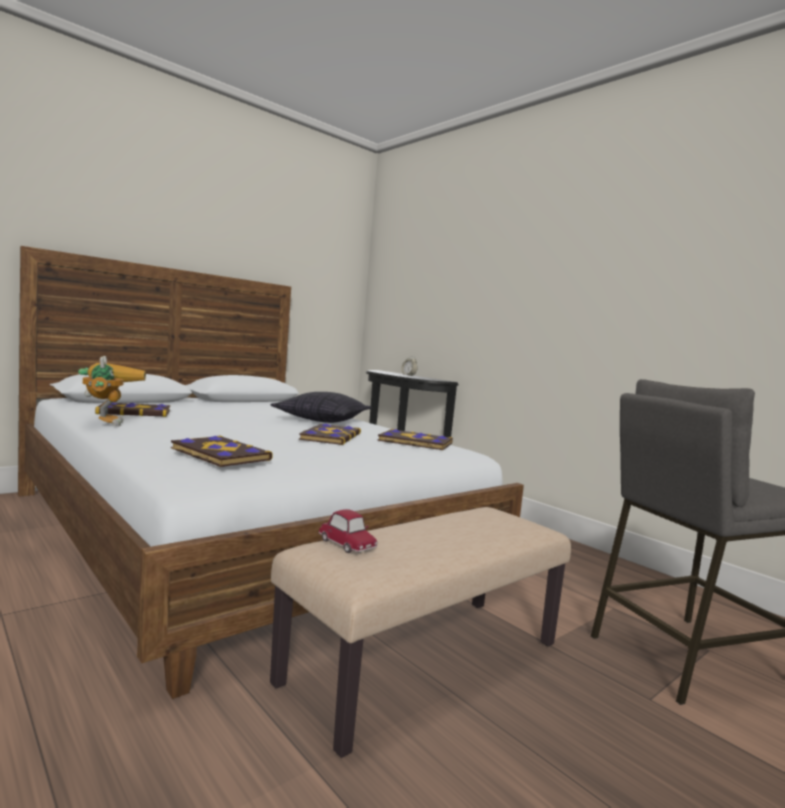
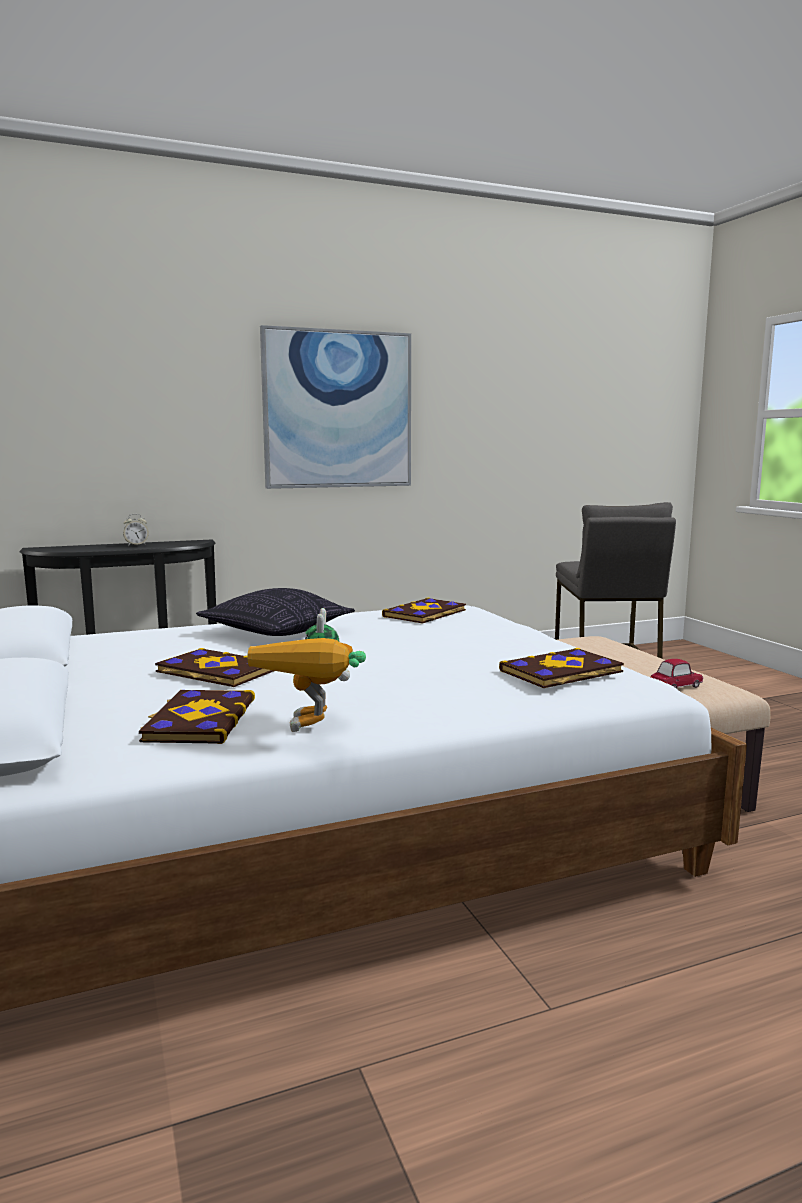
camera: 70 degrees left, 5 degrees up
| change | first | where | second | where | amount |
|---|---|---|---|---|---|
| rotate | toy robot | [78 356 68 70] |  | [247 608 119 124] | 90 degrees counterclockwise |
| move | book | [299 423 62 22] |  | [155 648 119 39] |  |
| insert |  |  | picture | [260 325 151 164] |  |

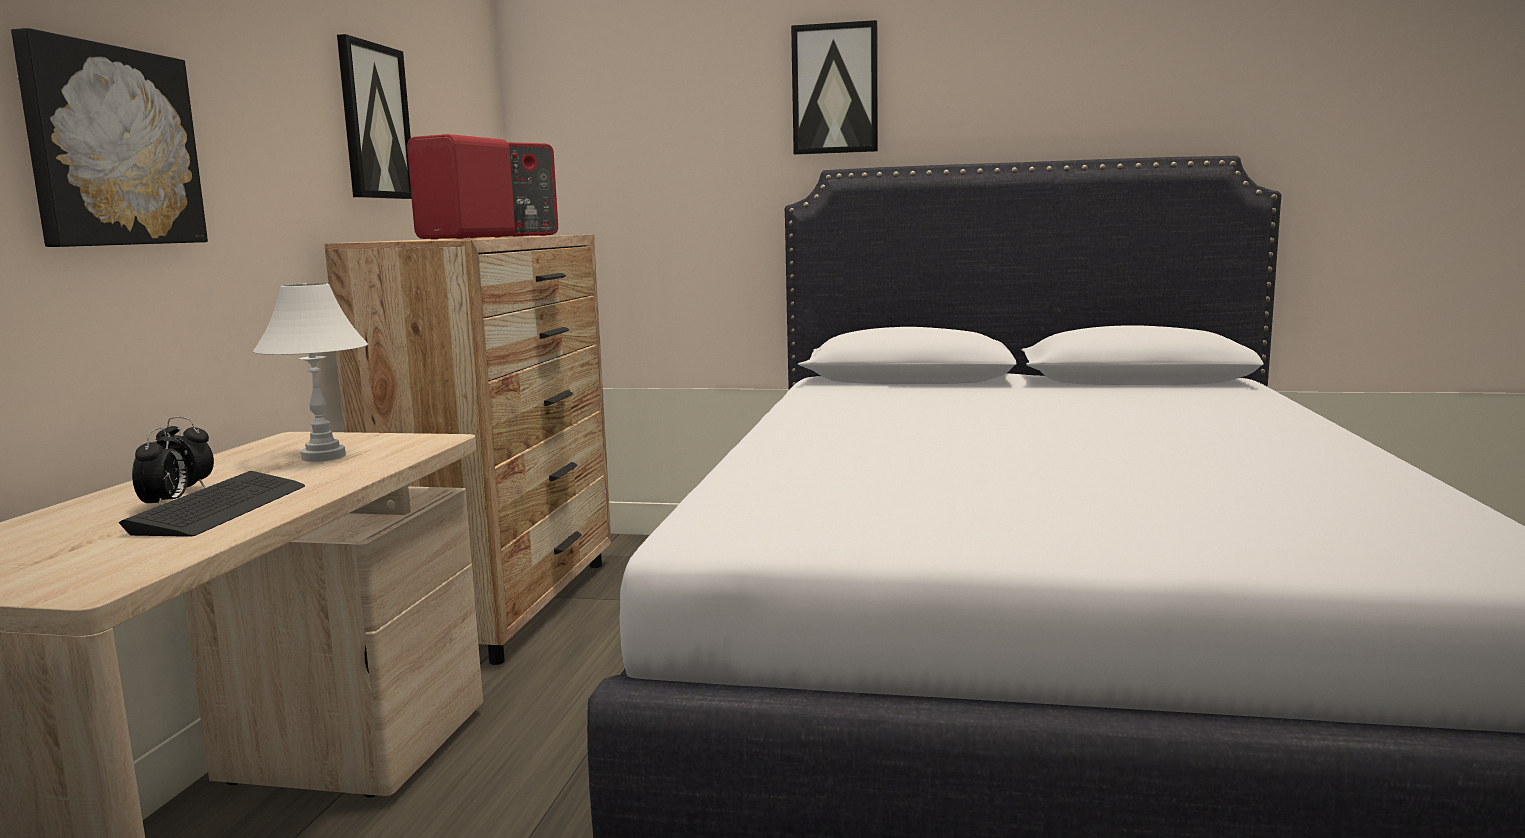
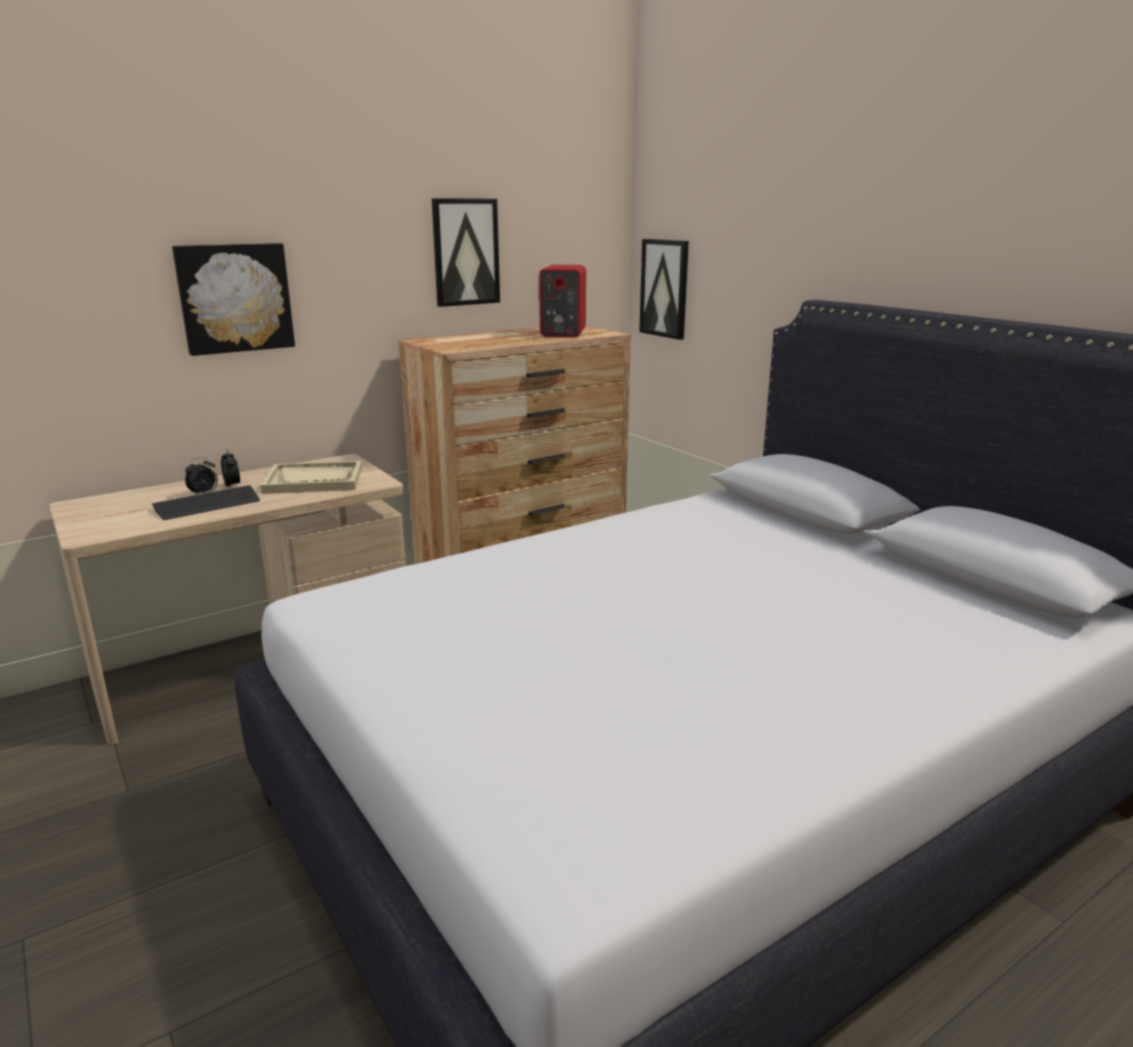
camera: 45 degrees right, 10 degrees up
| change | first | where | second | where | amount |
|---|---|---|---|---|---|
| replace | white table lamp | [253 283 115 179] | beige tray | [261 461 101 33] |  |
| delete | red speaker | [407 134 108 105] |  |  |  |
| move | picture | [791 20 87 135] |  | [639 239 50 101] |  |

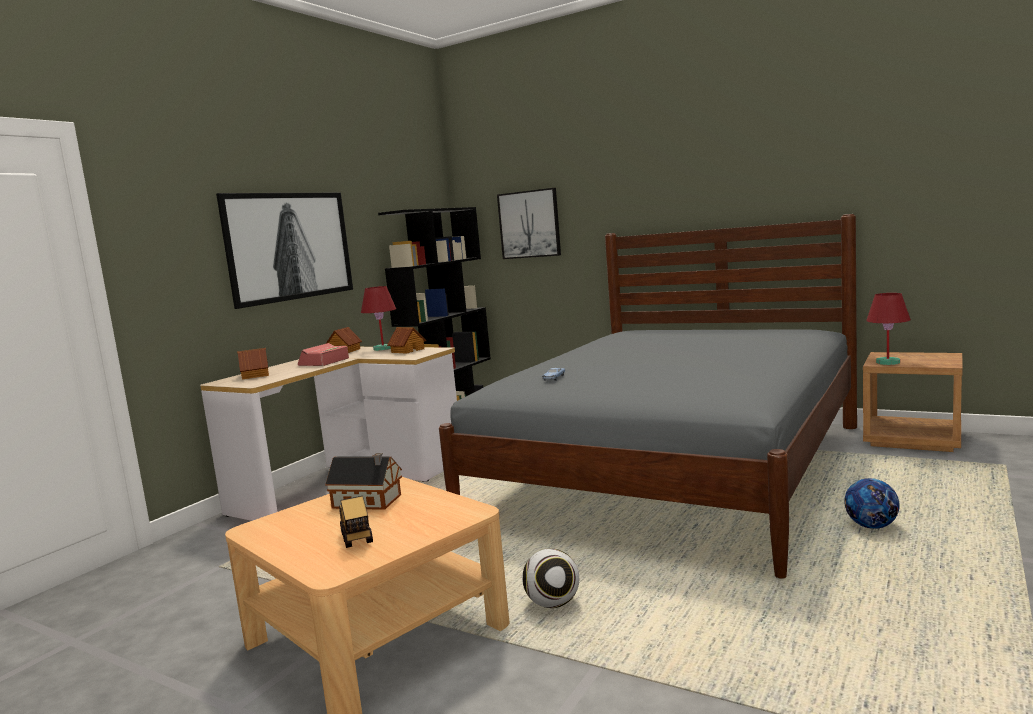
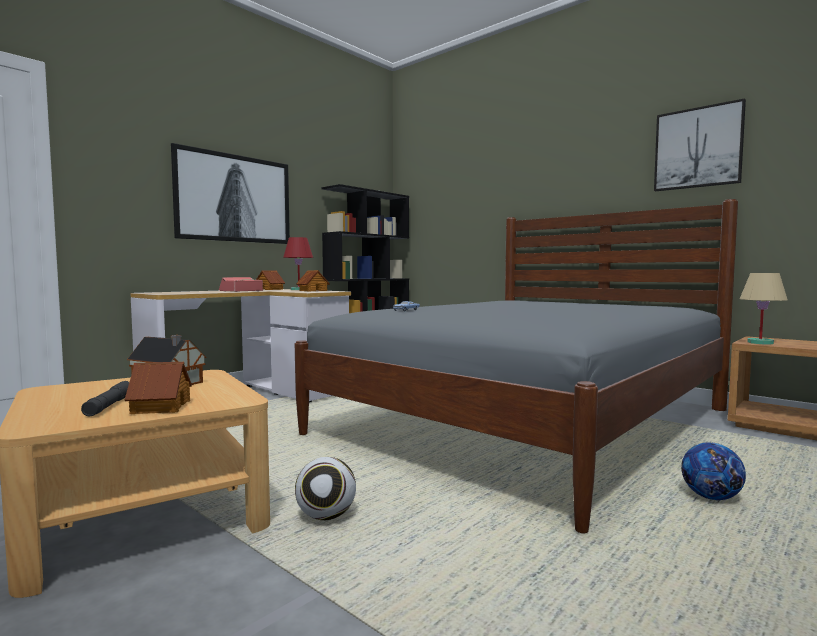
camera: 10 degrees right, 5 degrees down
| change | first | where | second | where | amount |
|---|---|---|---|---|---|
| move | toy house | [237 348 32 31] |  | [125 362 67 52] |  |
| replace | toy truck | [339 496 34 52] | grey flashlight | [81 381 48 35] |  |
| move | picture | [497 188 64 71] |  | [654 98 92 93] |  |
| recolor | red table lamp | [866 293 45 72] | beige table lamp | [740 273 48 72] |  |

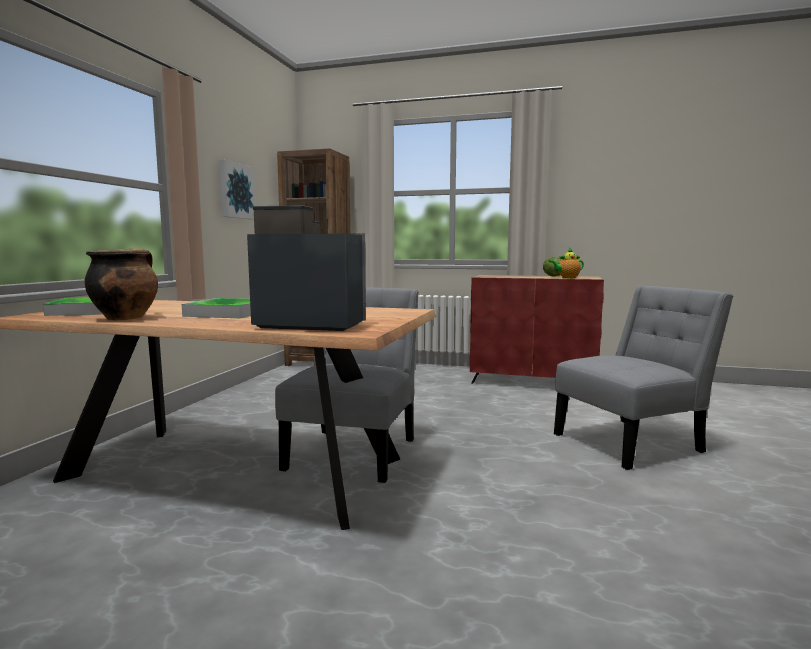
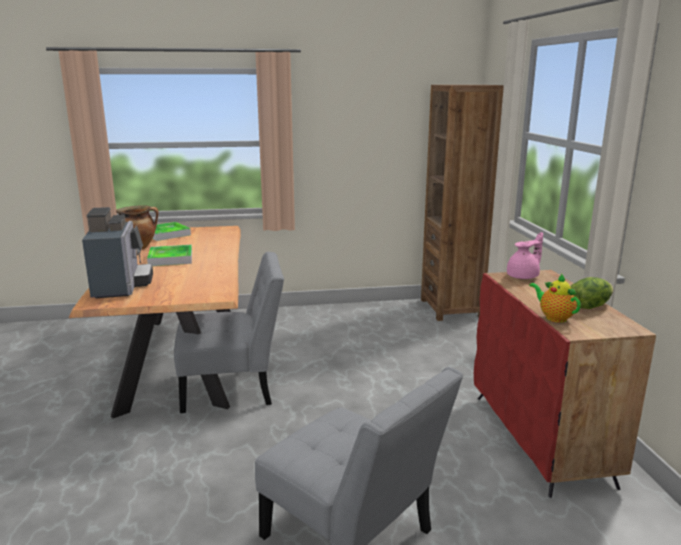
camera: 65 degrees right, 10 degrees up
| change | first | where | second | where | amount |
|---|---|---|---|---|---|
| delete | picture | [219 159 37 61] |  |  |  |
| insert |  |  | pink teapot | [507 232 36 47] |  |

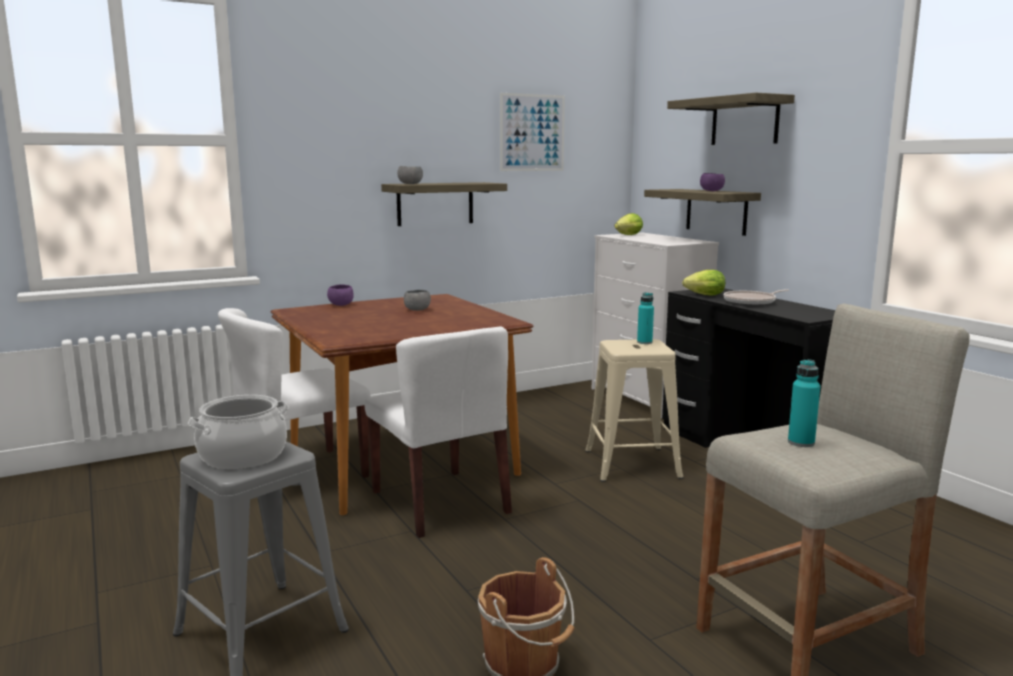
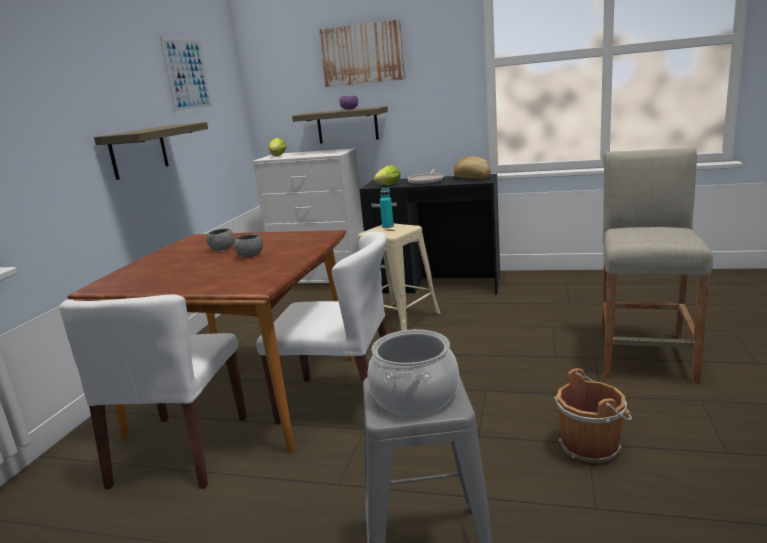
camera: 45 degrees left, 5 degrees up
| change | first | where | second | where | amount |
|---|---|---|---|---|---|
| delete | purple bowl | [327 284 27 22] |  |  |  |
| move | grey bowl | [397 166 26 18] |  | [234 234 29 23] |  |
| replace | shelf | [667 93 128 52] | picture | [319 19 86 68] |  |
| delete | turquoise bottle | [788 359 32 88] |  |  |  |
| insert |  |  | bread | [454 156 37 23] |  |

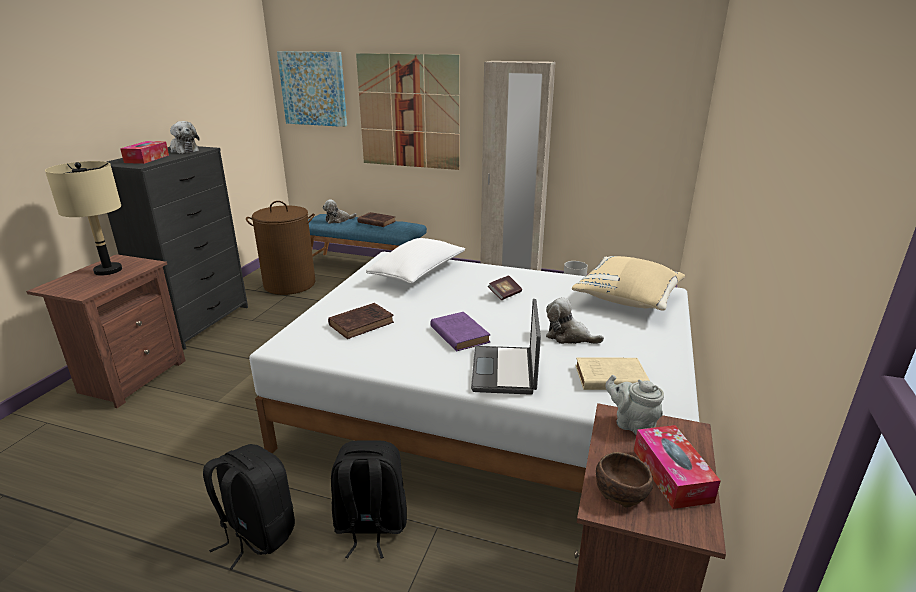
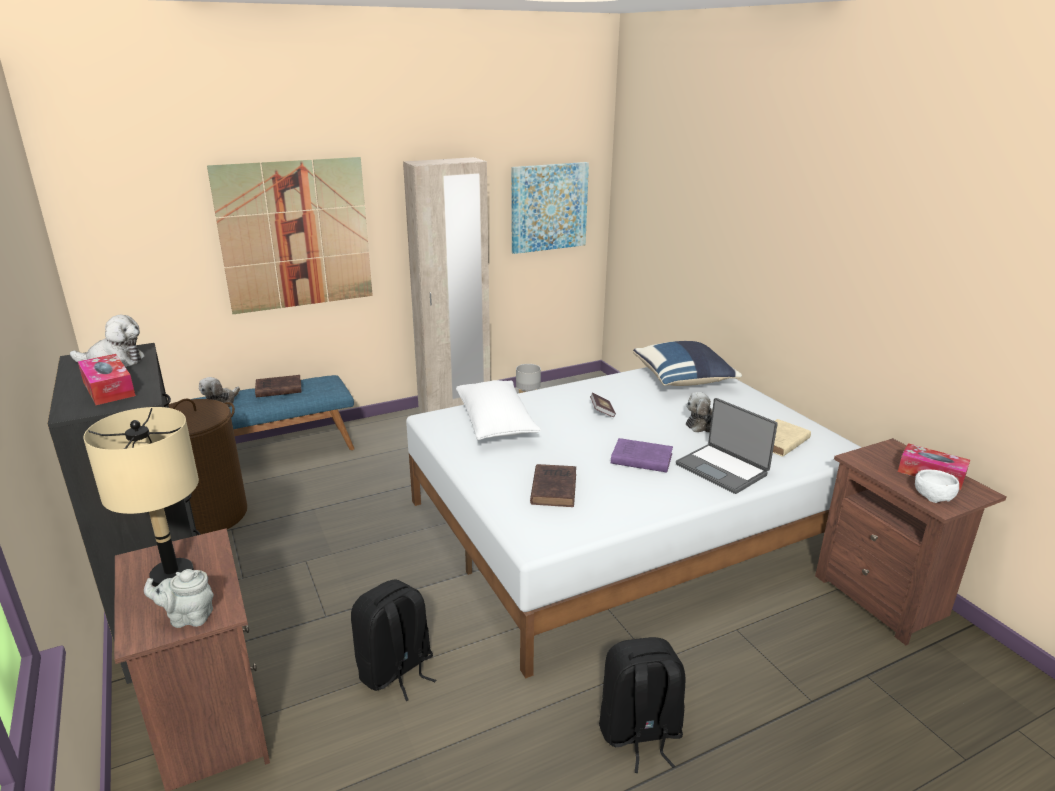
camera: 45 degrees left, 0 degrees up
| change | first | where | second | where | amount |
|---|---|---|---|---|---|
| move | picture | [277 51 70 76] |  | [511 162 78 92] |  |
| move | black backpack | [331 440 76 118] |  | [351 580 85 121] |  |
| recolor | beige pillow | [572 256 113 55] | blue pillow | [633 341 109 45] |  |
| recolor | brown bowl | [596 452 57 55] | white bowl | [915 470 44 33] |  |
| move | grey teapot | [605 375 59 59] |  | [144 569 70 59] |  |

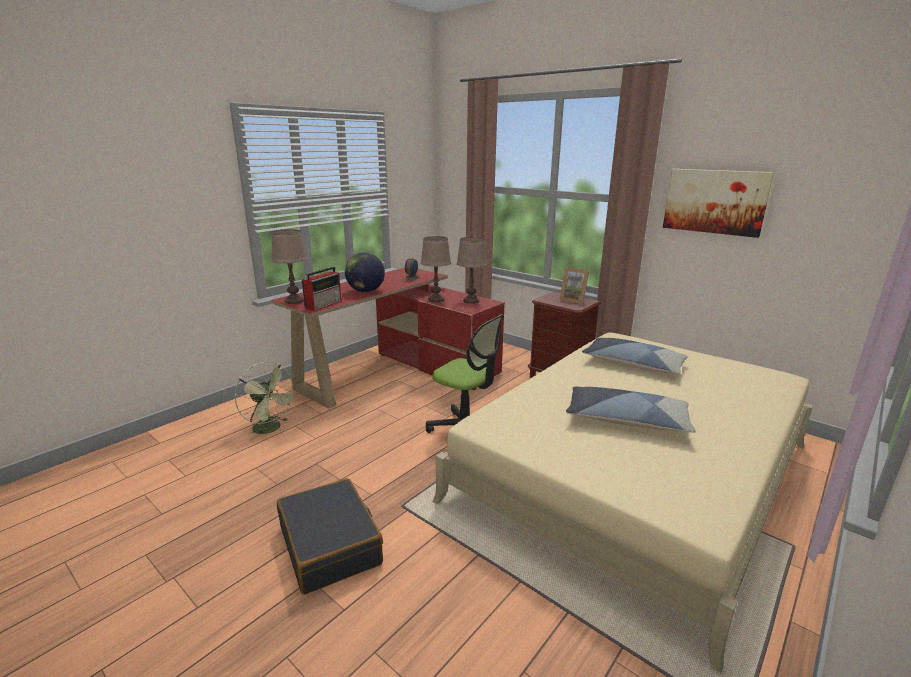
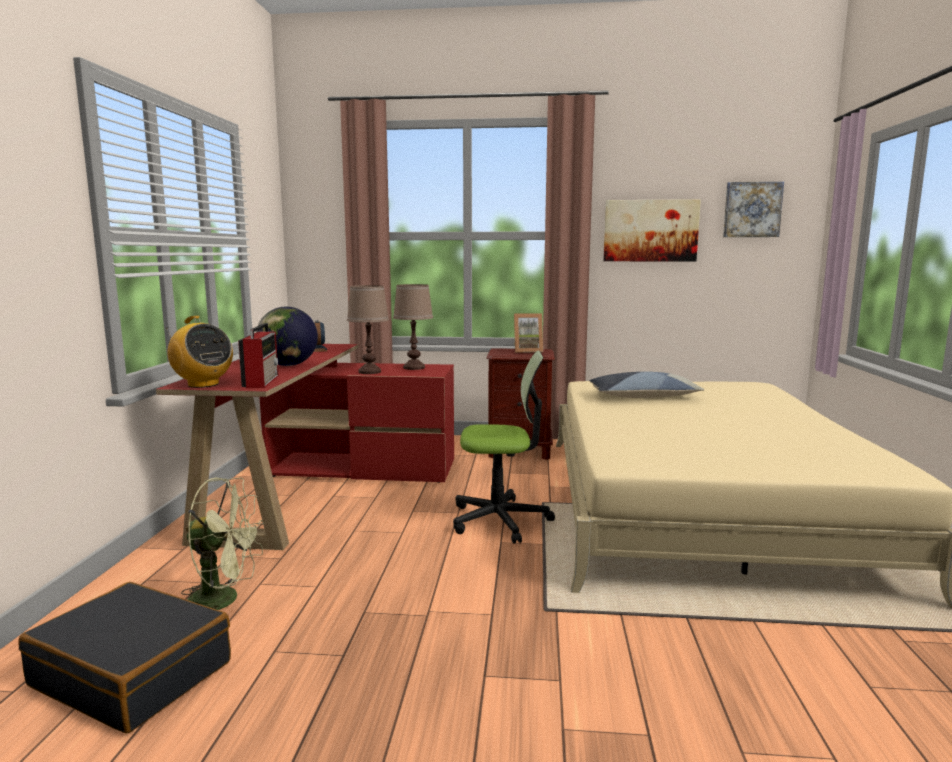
camera: 35 degrees left, 10 degrees down
| change | first | where | second | where | amount |
|---|---|---|---|---|---|
| replace | brown table lamp | [271 229 36 75] | radio | [166 316 67 72] |  |
| move | black suitcase | [277 478 106 117] |  | [18 582 213 151] |  |
| delete | pillow | [566 387 130 46] |  |  |  |
| insert |  |  | picture | [723 182 61 55] |  |

